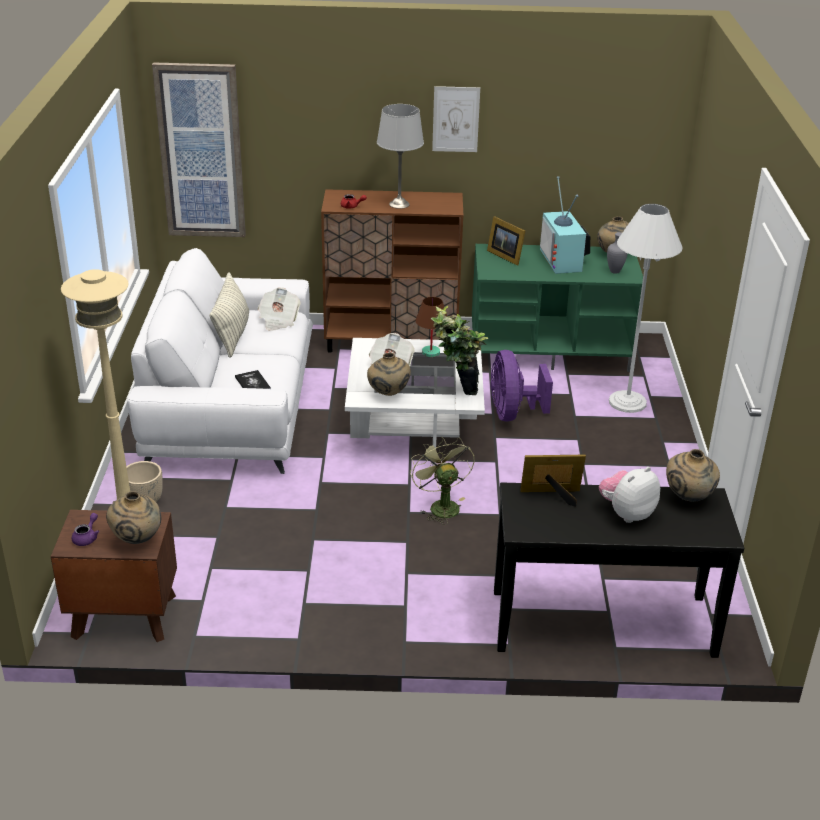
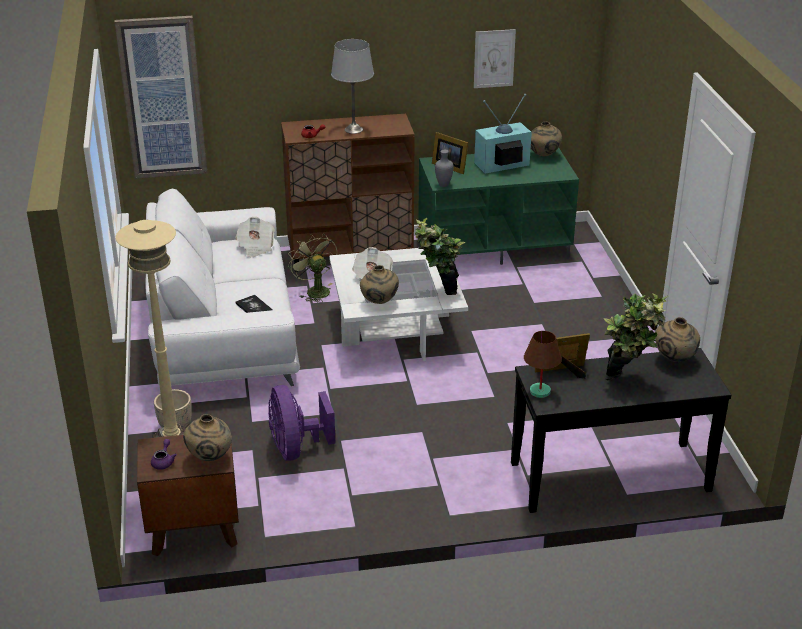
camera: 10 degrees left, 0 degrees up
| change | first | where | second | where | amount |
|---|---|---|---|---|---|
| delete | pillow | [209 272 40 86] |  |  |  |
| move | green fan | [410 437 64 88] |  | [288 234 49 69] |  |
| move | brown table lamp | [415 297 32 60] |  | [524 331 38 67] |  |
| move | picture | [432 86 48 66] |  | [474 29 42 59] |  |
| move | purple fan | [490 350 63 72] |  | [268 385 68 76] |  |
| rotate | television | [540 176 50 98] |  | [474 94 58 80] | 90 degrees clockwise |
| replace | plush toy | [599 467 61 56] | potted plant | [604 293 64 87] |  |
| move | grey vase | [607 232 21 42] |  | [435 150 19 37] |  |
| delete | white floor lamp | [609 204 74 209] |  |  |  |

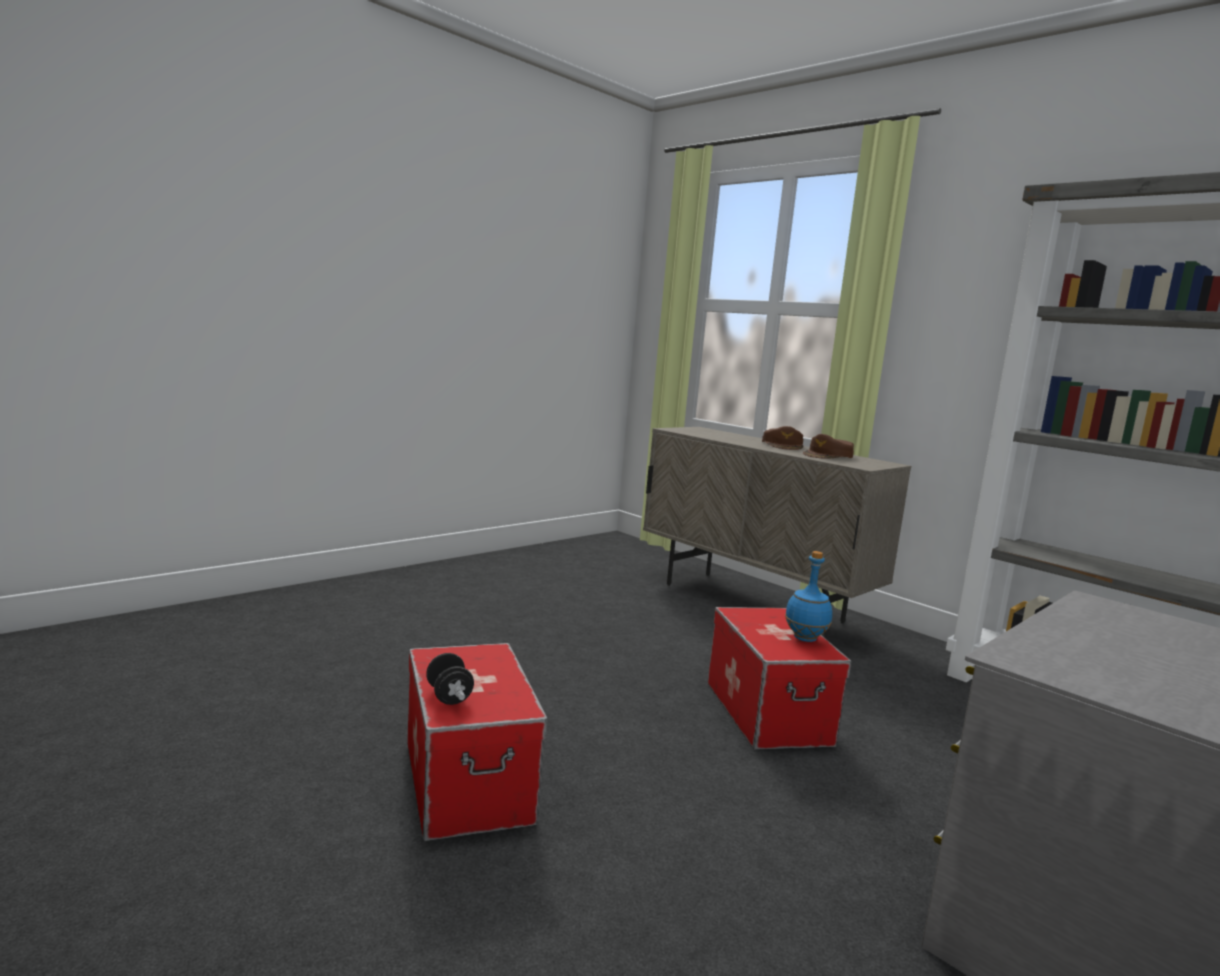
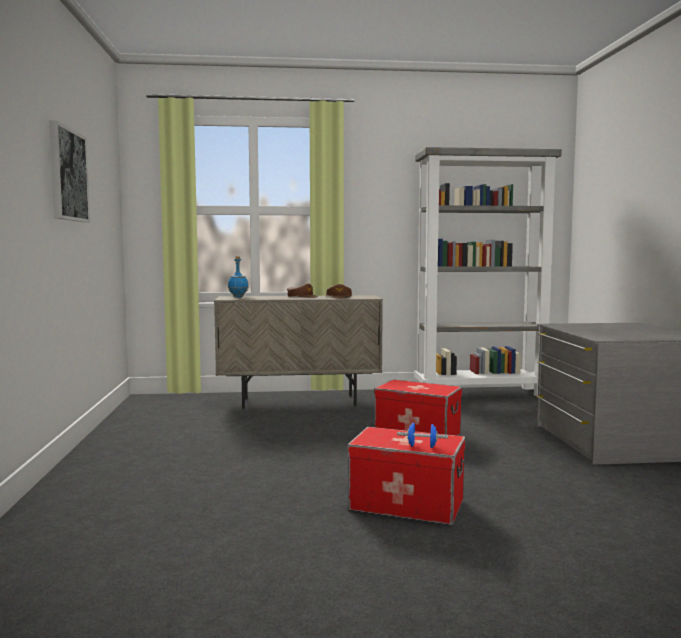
camera: 50 degrees left, 5 degrees down
| change | first | where | second | where | amount |
|---|---|---|---|---|---|
| recolor | black dumbbell | [426 653 48 52] | blue dumbbell | [397 423 51 25] |  |
| move | blue bottle | [785 551 47 91] |  | [228 256 20 41] |  |
| insert |  |  | picture | [49 120 41 102] |  |

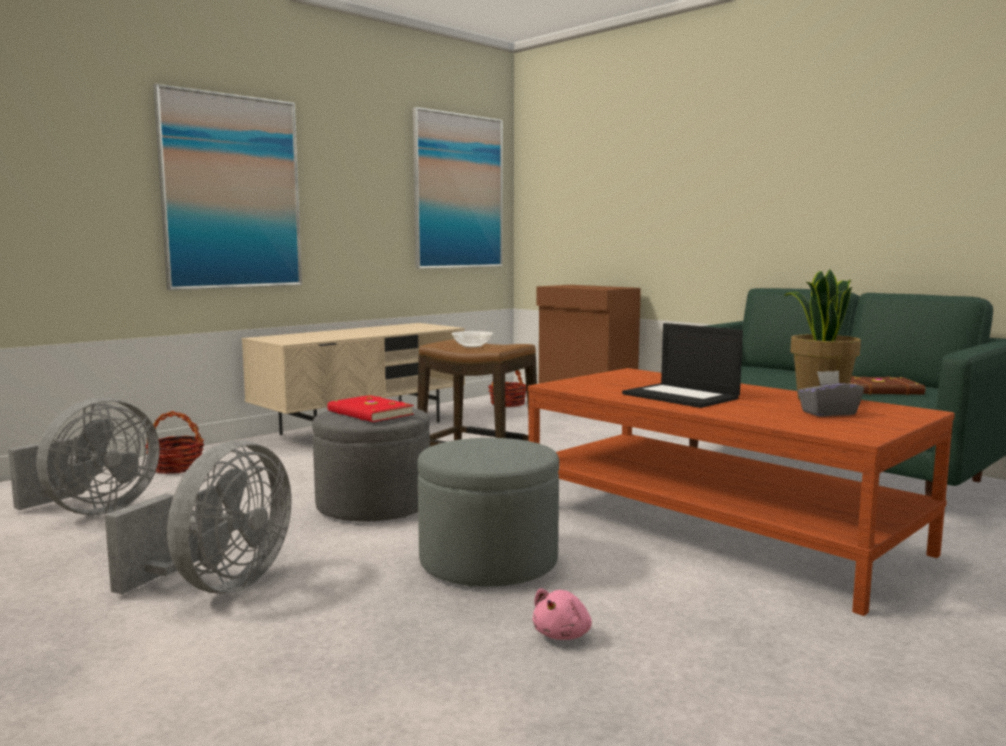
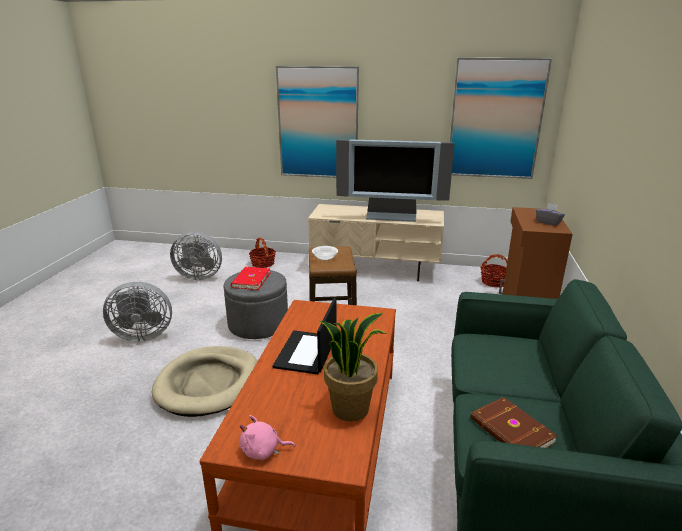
camera: 55 degrees right, 15 degrees up
| change | first | where | second | where | amount |
|---|---|---|---|---|---|
| replace | grey ottoman | [417 438 142 149] | beige dog bed | [152 346 106 71] |  |
| move | pink plush toy | [532 588 60 52] |  | [239 415 56 45] |  |
| move | grey tissue box | [797 370 67 47] |  | [536 203 29 23] |  |
| insert |  |  | television | [336 139 119 83] |  |

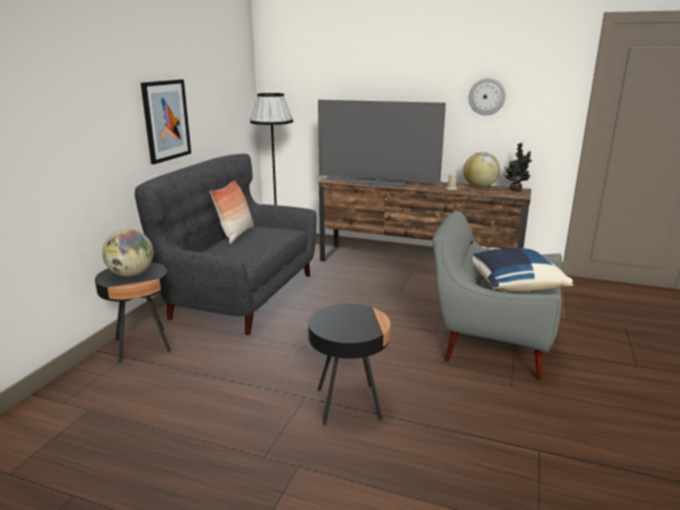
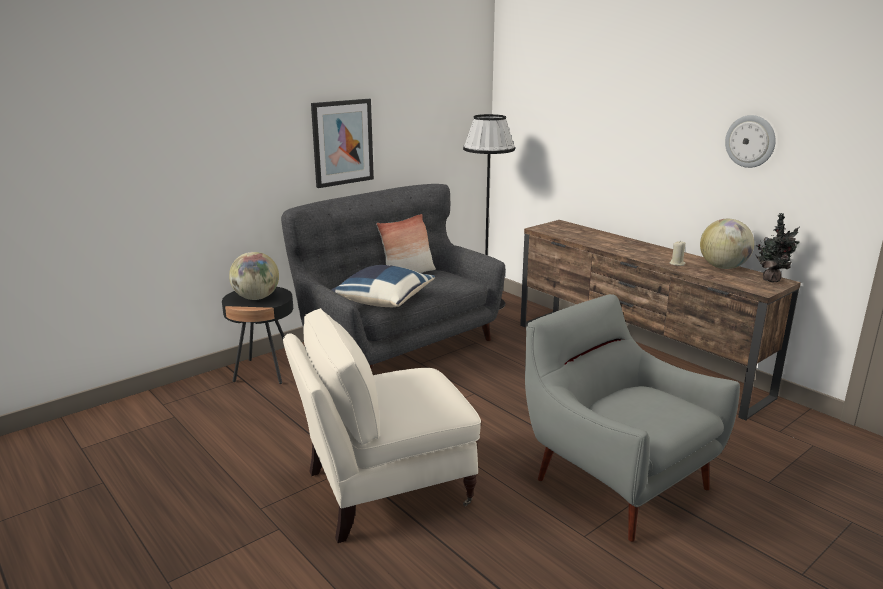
camera: 30 degrees right, 0 degrees up
| change | first | where | second | where | amount |
|---|---|---|---|---|---|
| replace | black side table | [308 304 82 121] | beige armchair | [283 308 198 235] |  |
| delete | television | [318 100 128 87] |  |  |  |
| move | blue pillow | [473 248 101 44] |  | [332 265 103 42] |  |

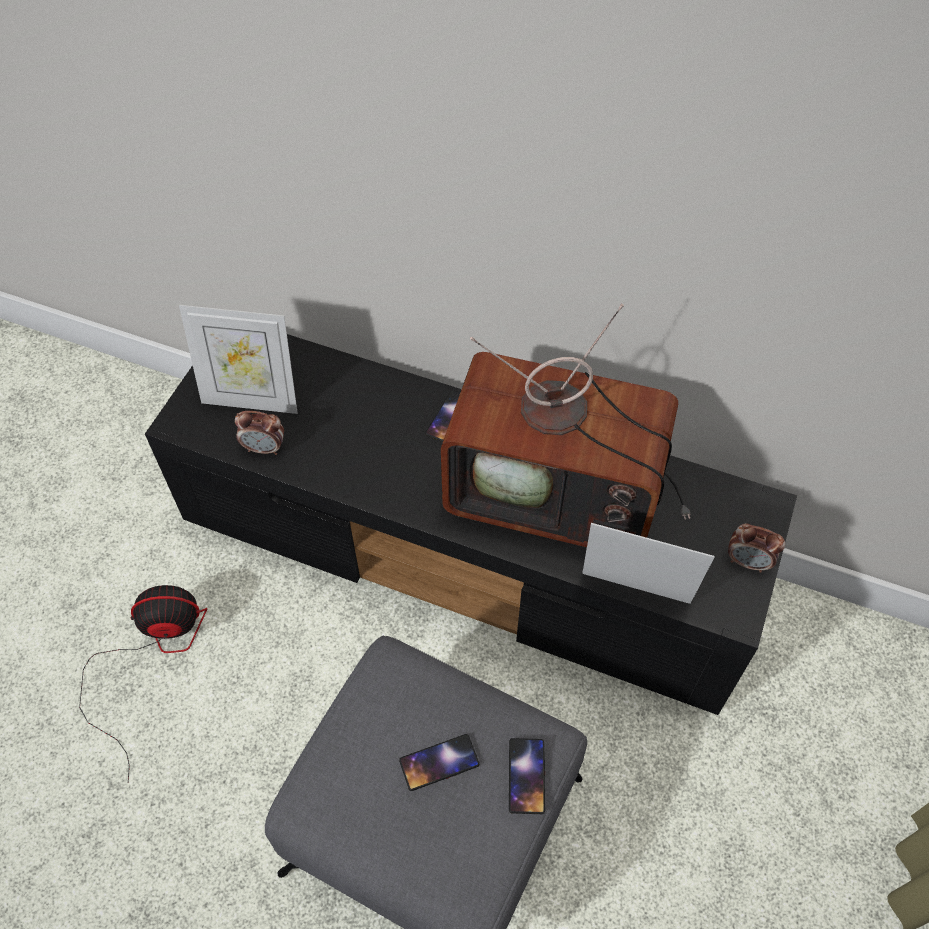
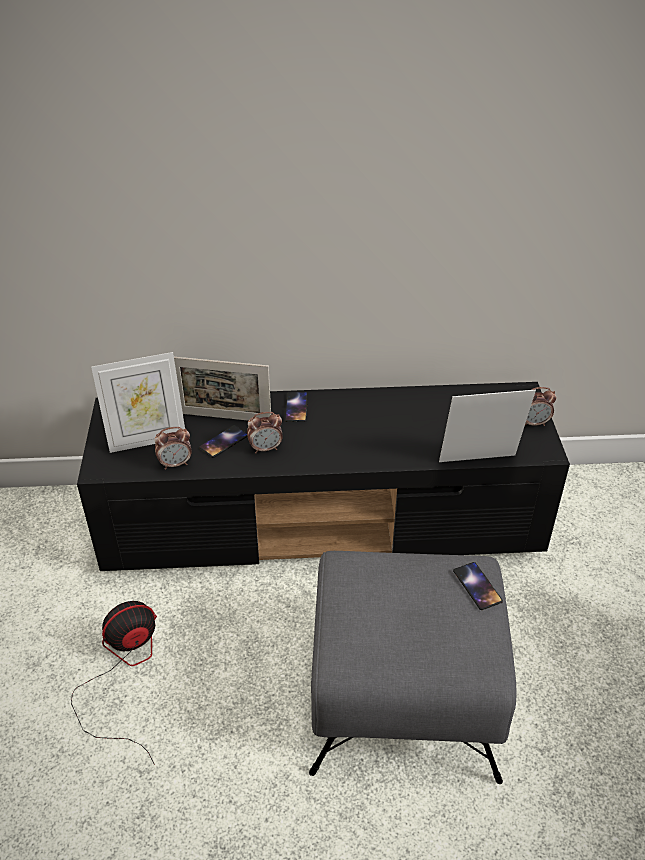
camera: 25 degrees left, 15 degrees down
| change | first | where | second | where | amount |
|---|---|---|---|---|---|
| move | phone | [399 734 80 57] |  | [199 425 49 33] |  |
| delete | television | [441 304 250 243] |  |  |  |
| insert |  |  | picture frame | [174 357 97 64] |  |
| insert |  |  | alarm clock | [247 412 36 41] |  |

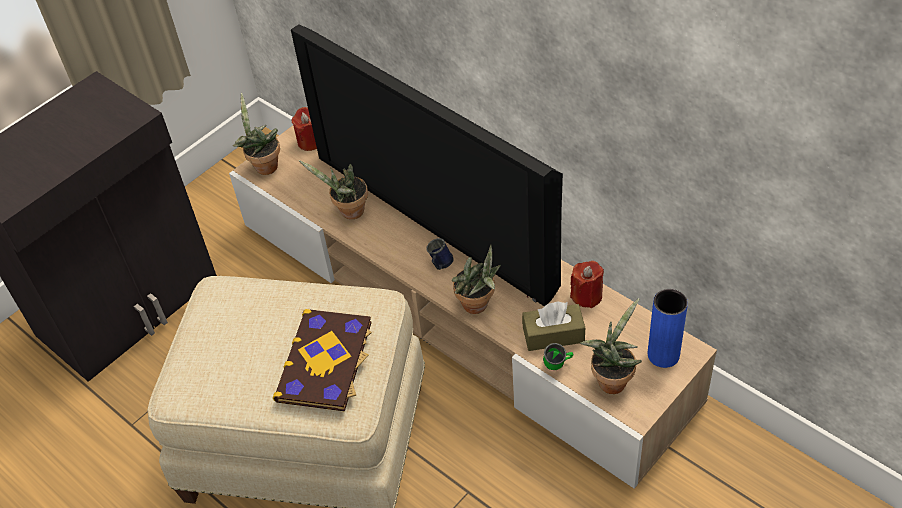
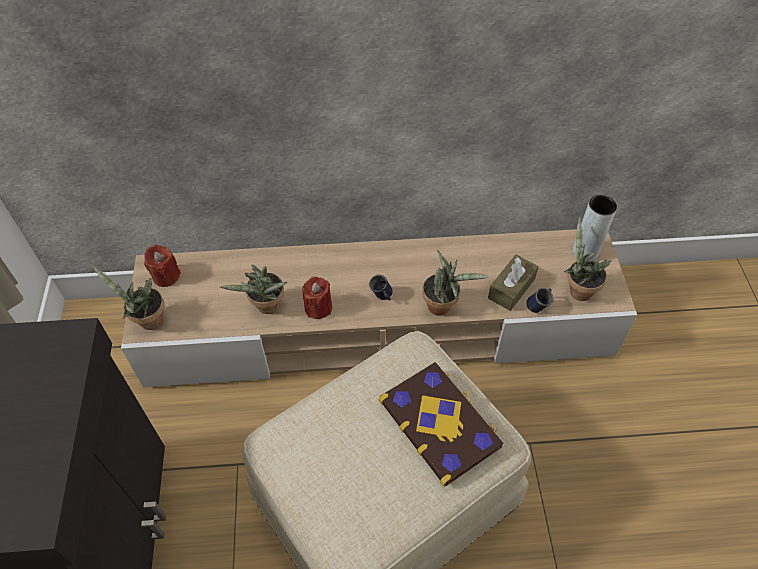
camera: 50 degrees left, 5 degrees up
| change | first | where | second | where | amount |
|---|---|---|---|---|---|
| delete | television | [291 24 272 283] |  |  |  |
| recolor | green mug | [543 343 30 27] | blue mug | [527 288 27 25] |  |
| move | red candle | [570 261 34 47] |  | [302 277 30 42] |  |
| recolor | blue vase | [648 289 40 79] | grey vase | [573 195 44 66] |  |

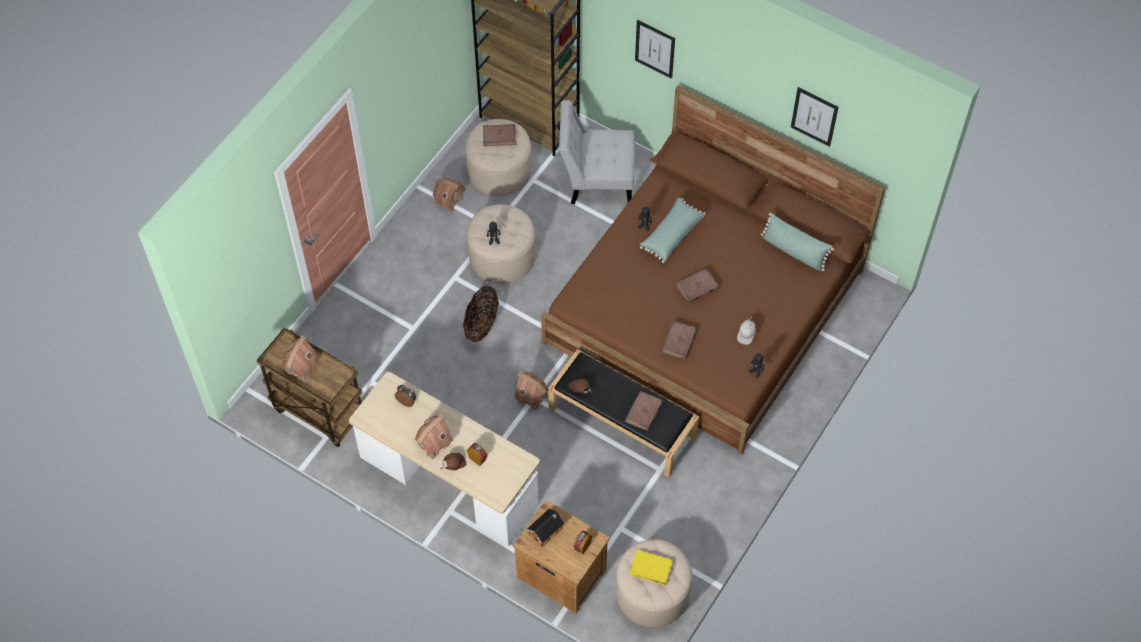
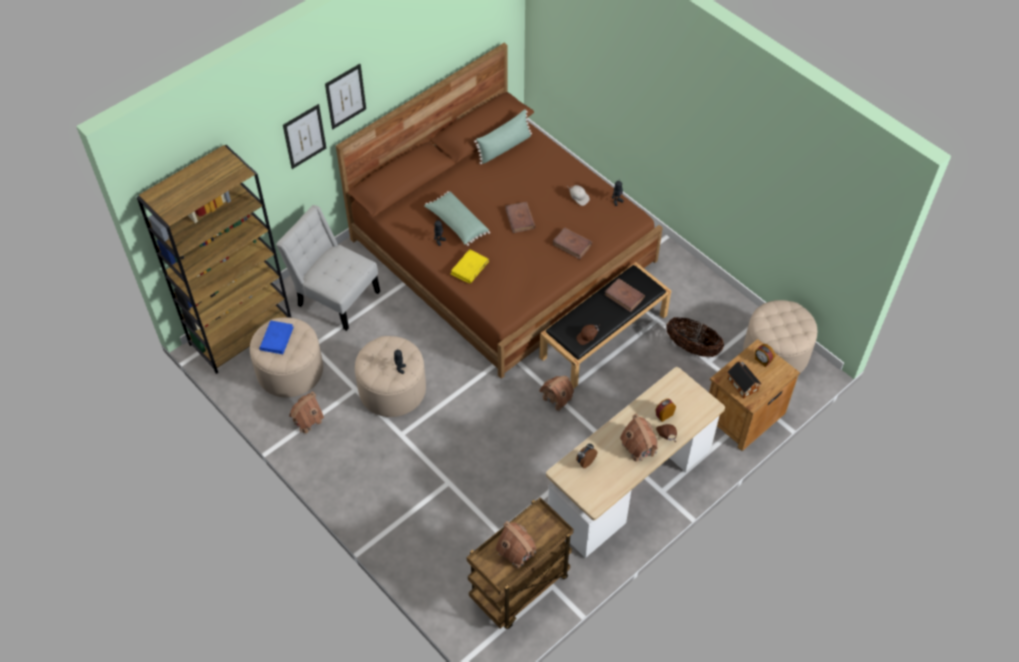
camera: 75 degrees left, 5 degrees down
| change | first | where | second | where | amount |
|---|---|---|---|---|---|
| move | basket | [463 286 36 56] |  | [666 317 58 40] |  |
| recolor | brown book | [483 124 34 22] | blue book | [259 321 35 33] |  |
| rotate | white chair | [559 100 76 104] |  | [276 205 104 126] | 105 degrees clockwise |
| move | yellow book | [629 550 44 36] |  | [451 249 38 35] |  |
| move | picture | [791 87 47 60] |  | [325 64 41 65] |  |

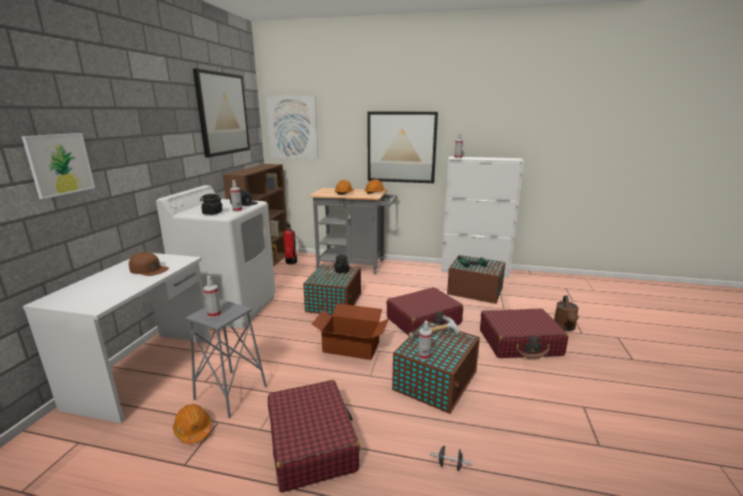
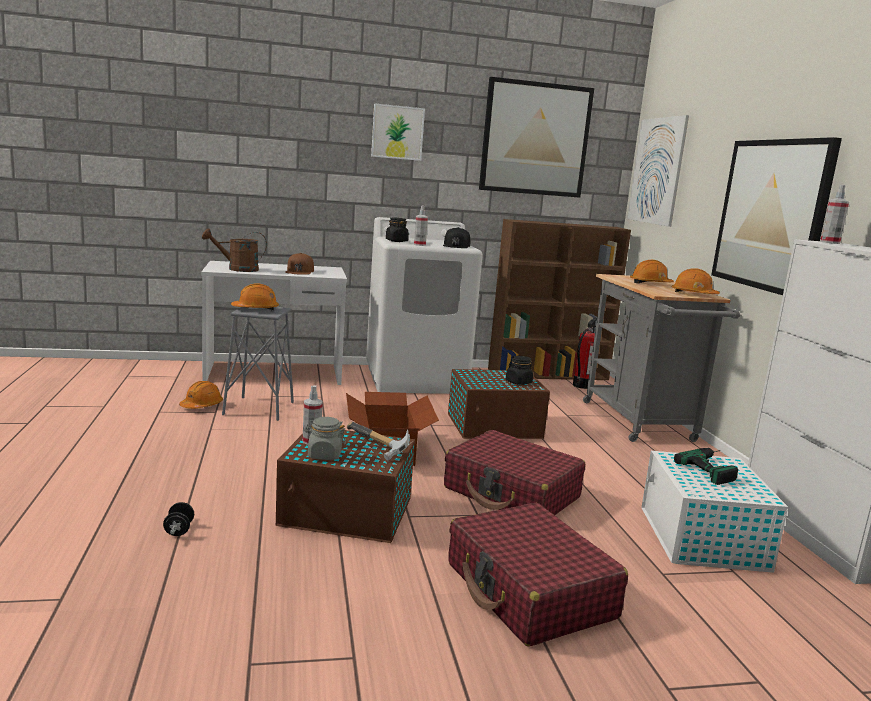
camera: 65 degrees right, 5 degrees down
| change | first | where | second | where | amount |
|---|---|---|---|---|---|
| move | picture | [22 133 73 66] |  | [371 103 54 58] |  |
| replace | spray bottle | [204 276 17 42] | orange hard hat | [231 283 48 28] |  |
| delete | red suitcase | [268 380 92 112] |  |  |  |
| recolor | brown storage box | [447 255 59 49] | white storage box | [641 451 147 122] |  |
| move | brown watering can | [554 295 25 36] |  | [202 229 65 43] |  |
| insert |  |  | grey jar | [304 417 42 43] |  |

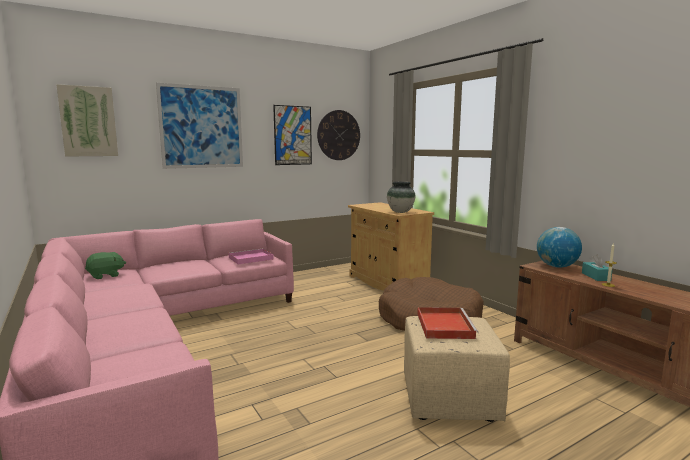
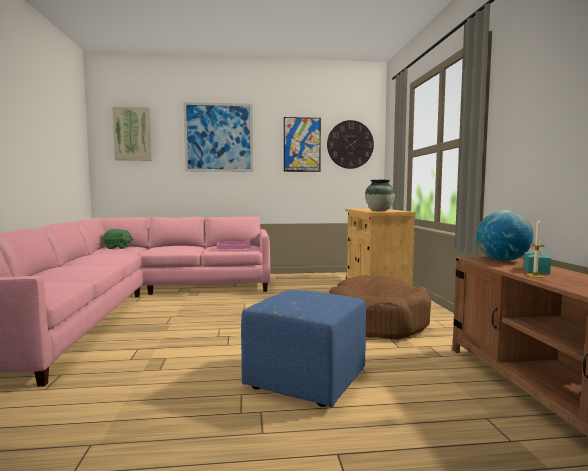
camera: 25 degrees right, 5 degrees down
| change | first | where | second | where | amount |
|---|---|---|---|---|---|
| recolor | beige ottoman | [404 316 106 106] | blue ottoman | [241 290 125 118] |  |
| delete | red tray | [417 307 62 32] |  |  |  |

